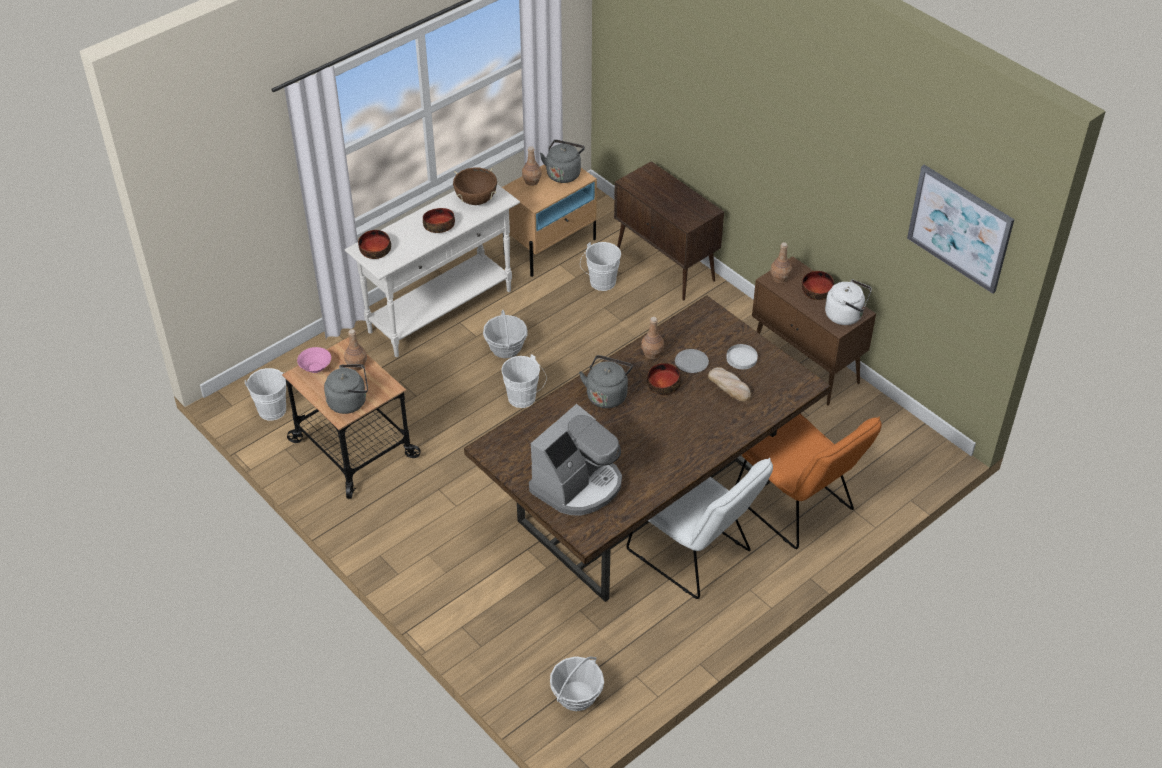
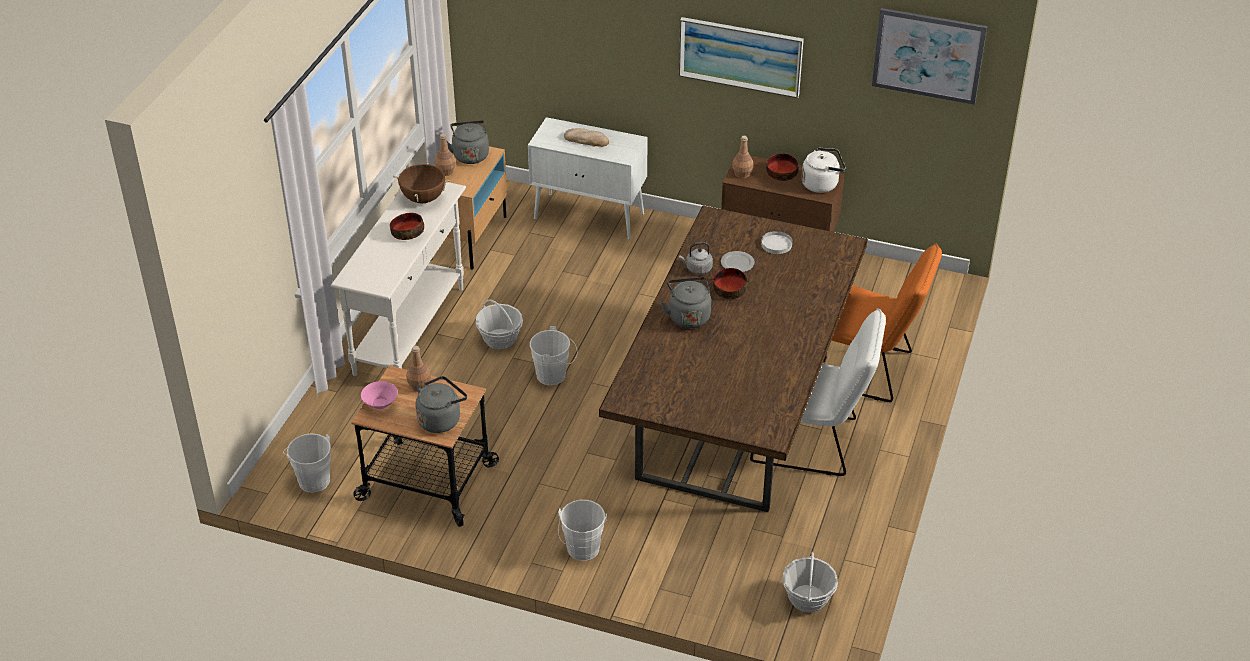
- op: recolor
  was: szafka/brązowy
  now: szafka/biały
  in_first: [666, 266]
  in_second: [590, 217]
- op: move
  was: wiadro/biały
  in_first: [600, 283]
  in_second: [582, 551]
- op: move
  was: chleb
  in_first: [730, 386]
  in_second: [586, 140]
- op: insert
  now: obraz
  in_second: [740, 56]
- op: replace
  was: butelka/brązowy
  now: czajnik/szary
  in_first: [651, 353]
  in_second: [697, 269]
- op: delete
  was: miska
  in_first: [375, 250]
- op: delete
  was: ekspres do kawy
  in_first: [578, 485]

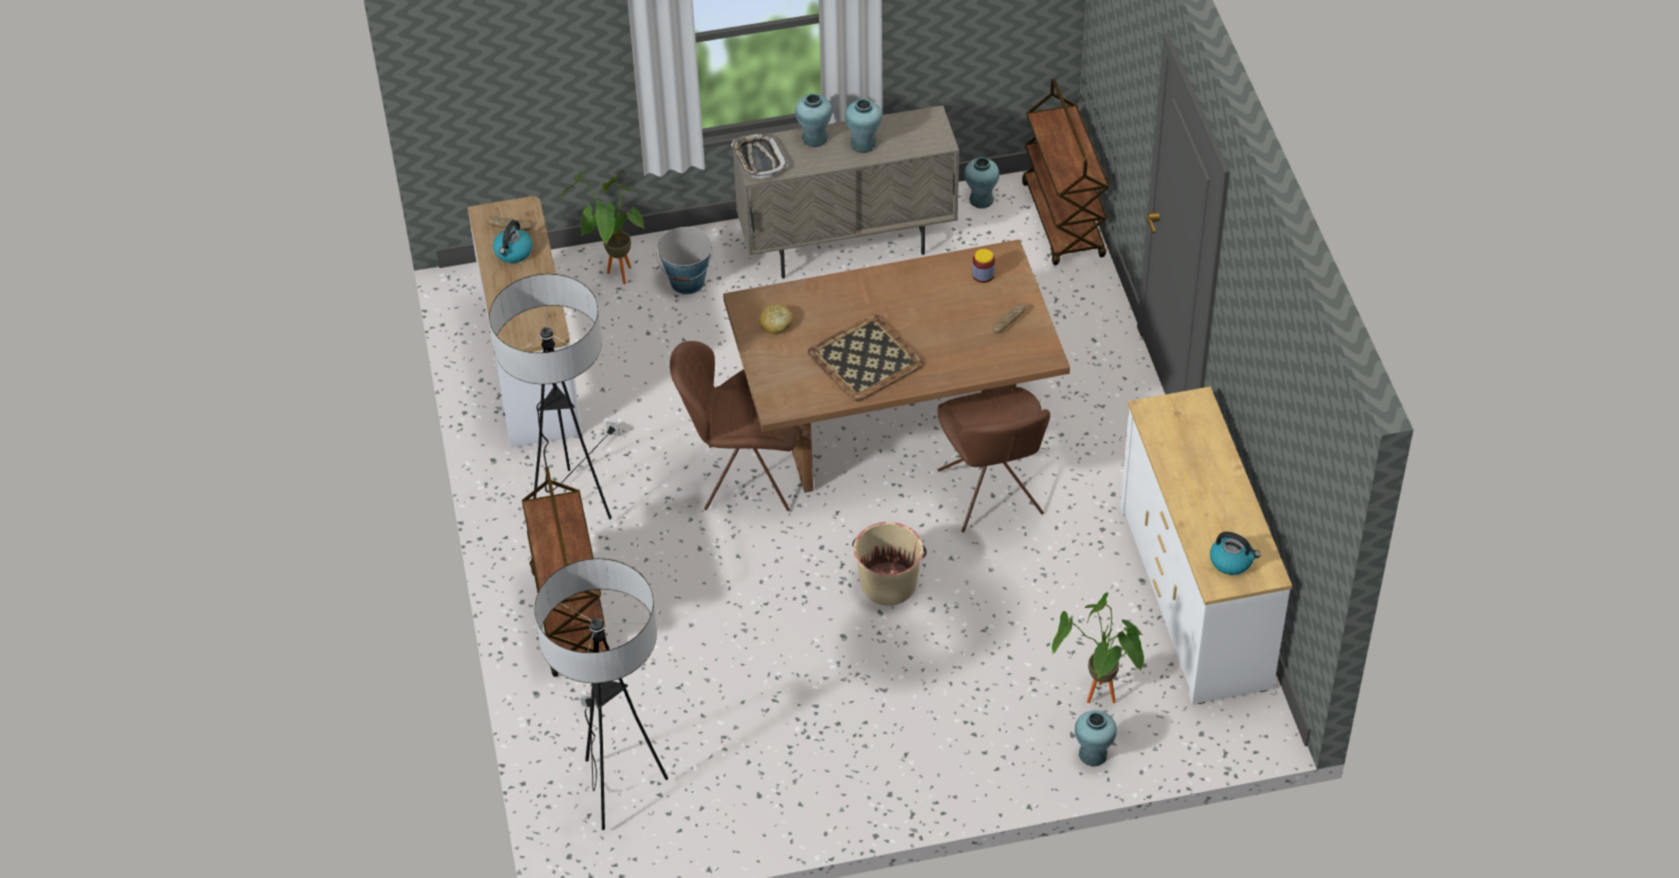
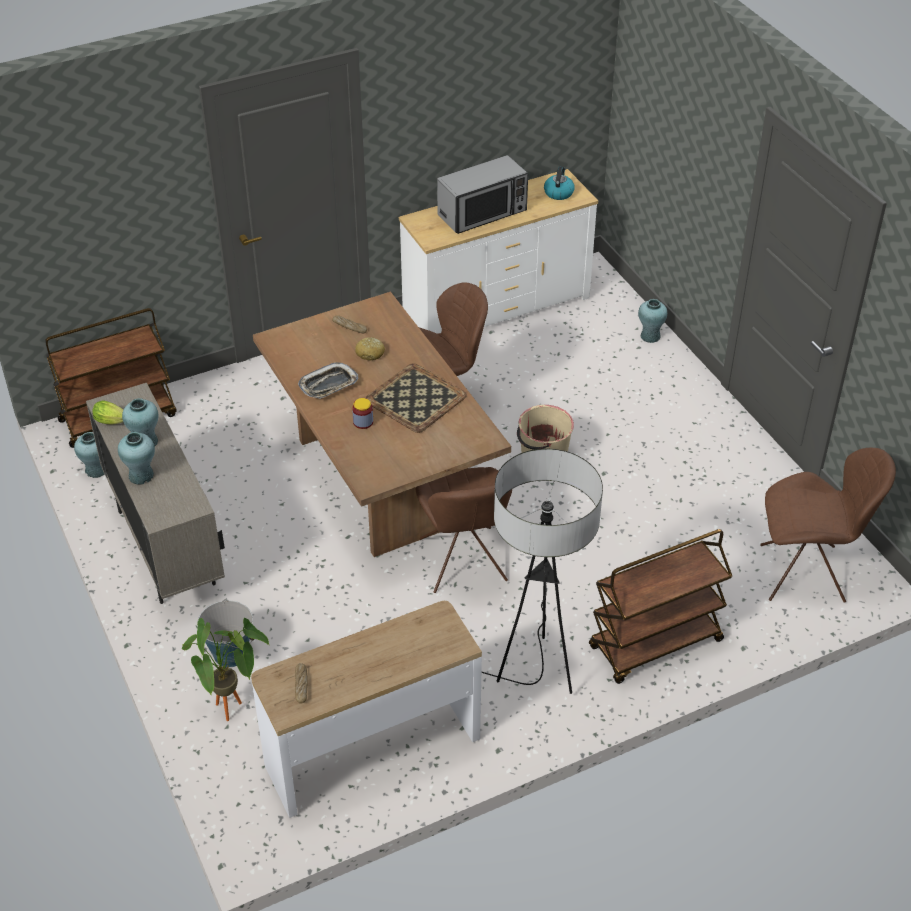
- op: insert
  now: sałata
  in_second: [113, 421]
- op: move
  was: taca
  in_first: [759, 159]
  in_second: [328, 385]
- op: move
  was: słoik
  in_first: [983, 275]
  in_second: [363, 422]
- op: move
  was: chleb
  in_first: [775, 324]
  in_second: [370, 353]
- op: insert
  now: mikrofalówka
  in_second: [483, 213]
- op: replace
  was: lampa stojąca
  now: krzesło/brązowy
  in_first: [617, 789]
  in_second: [806, 573]
- op: delete
  was: czajnik
  in_first: [513, 252]
- op: delete
  was: roślina doniczkowa
  in_first: [1099, 702]

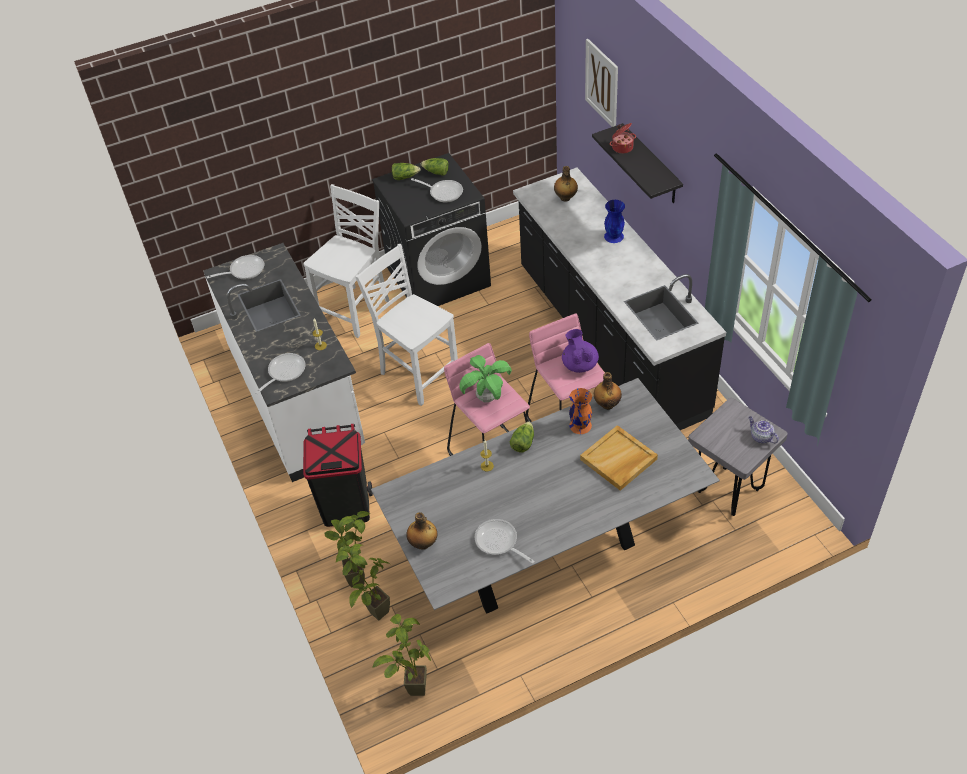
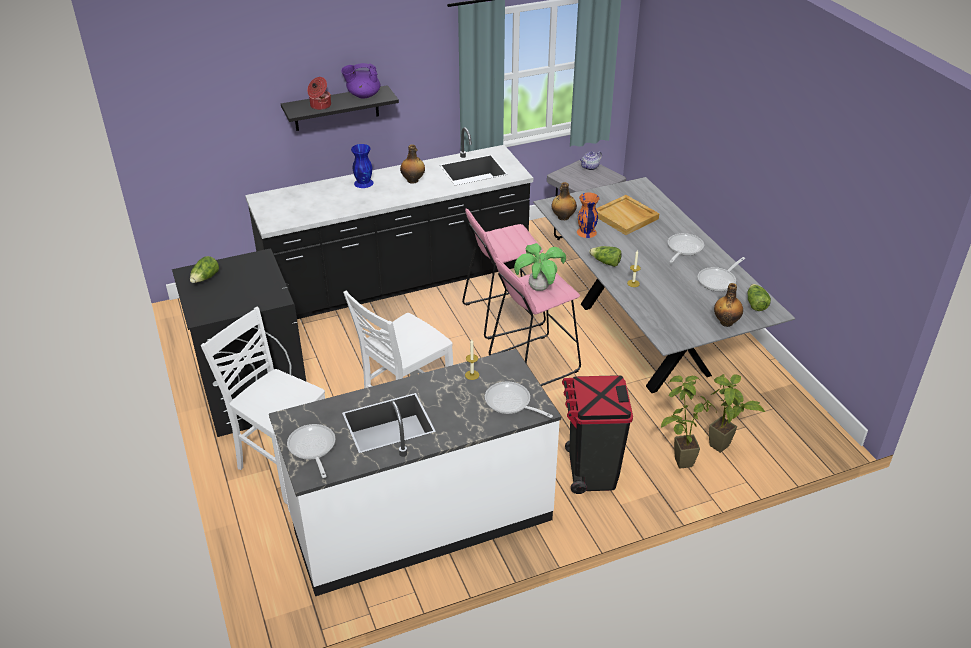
- op: move
  was: imbryk/fioletowy
  in_first: [579, 364]
  in_second: [363, 95]
- op: move
  was: butelka
  in_first: [565, 198]
  in_second: [413, 180]
- op: move
  was: patelnia
  in_first: [443, 192]
  in_second: [683, 249]
- op: move
  was: sałata
  in_first: [405, 177]
  in_second: [755, 304]
- op: delete
  was: roślina doniczkowa
  in_first: [410, 686]
- op: delete
  was: obraz
  in_first: [602, 83]

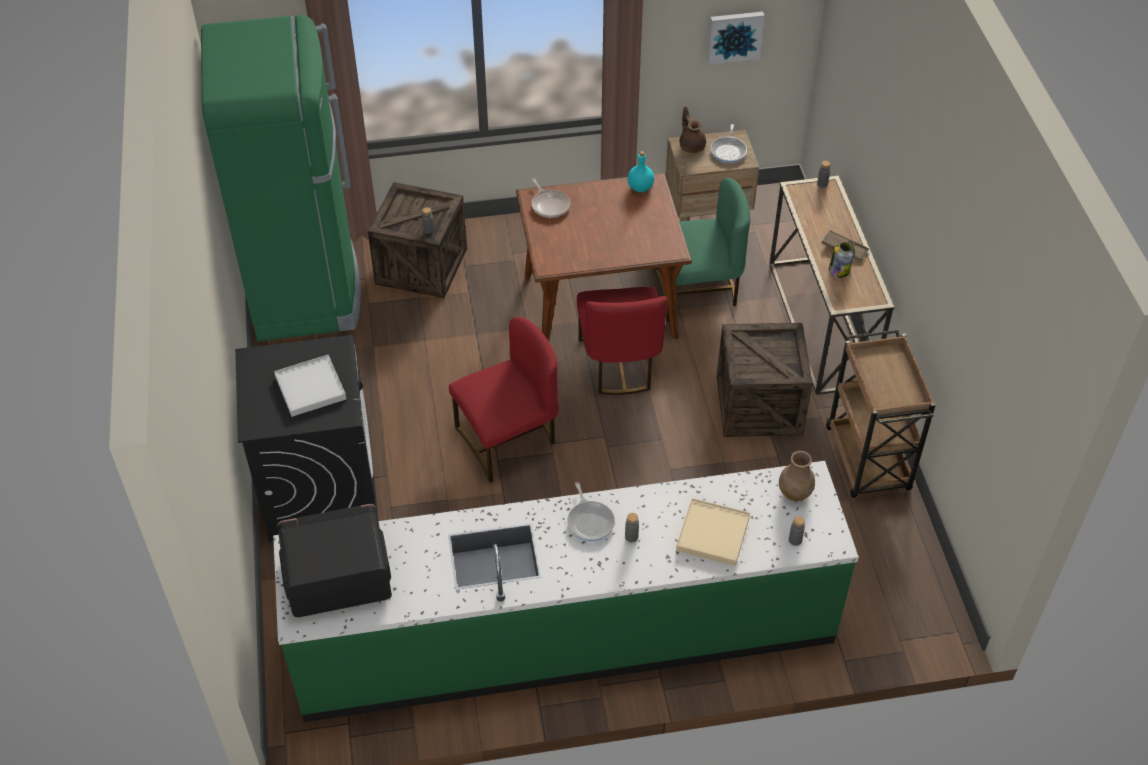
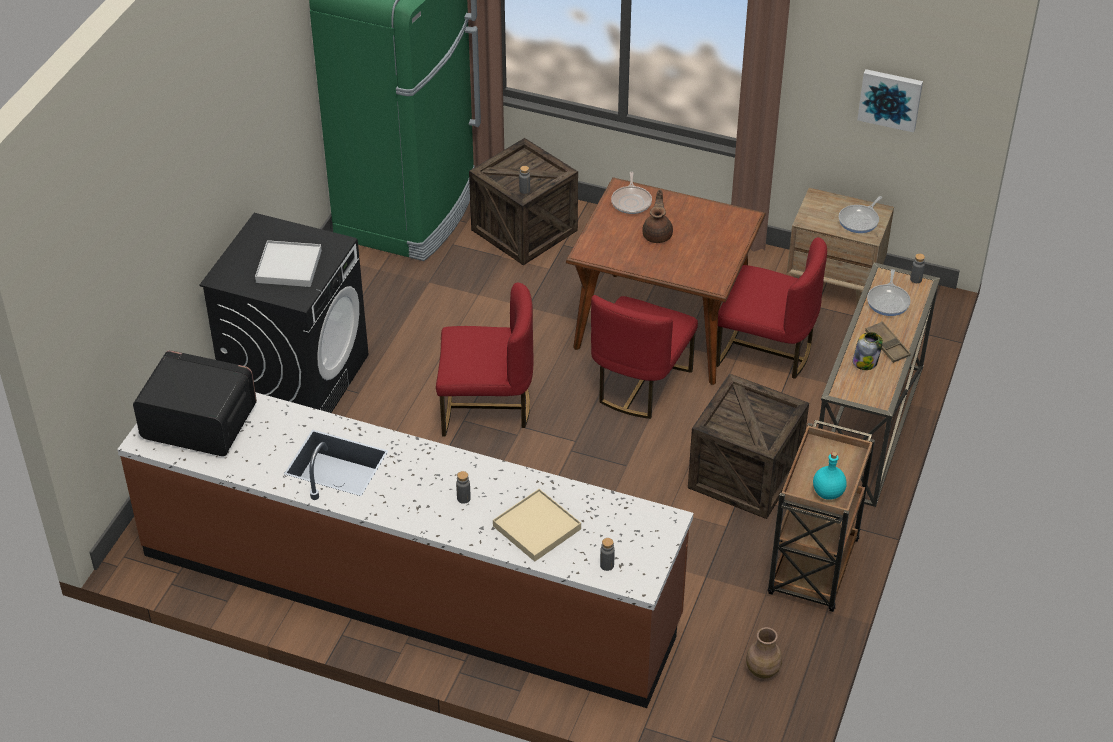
- op: recolor
  was: zabudowa kuchenna/zielony
  now: zabudowa kuchenna/brązowy
  in_first: [565, 633]
  in_second: [409, 587]
- op: move
  was: imbryk/brązowy
  in_first: [691, 145]
  in_second: [658, 234]
- op: recolor
  was: krzesło/zielony
  now: krzesło/czerwony
  in_first: [696, 292]
  in_second: [765, 351]
- op: move
  was: wazon/brązowy
  in_first: [795, 492]
  in_second: [763, 670]
- op: move
  was: butelka/turkusowy
  in_first: [640, 187]
  in_second: [828, 493]
- op: move
  was: patelnia
  in_first: [590, 521]
  in_second: [888, 301]

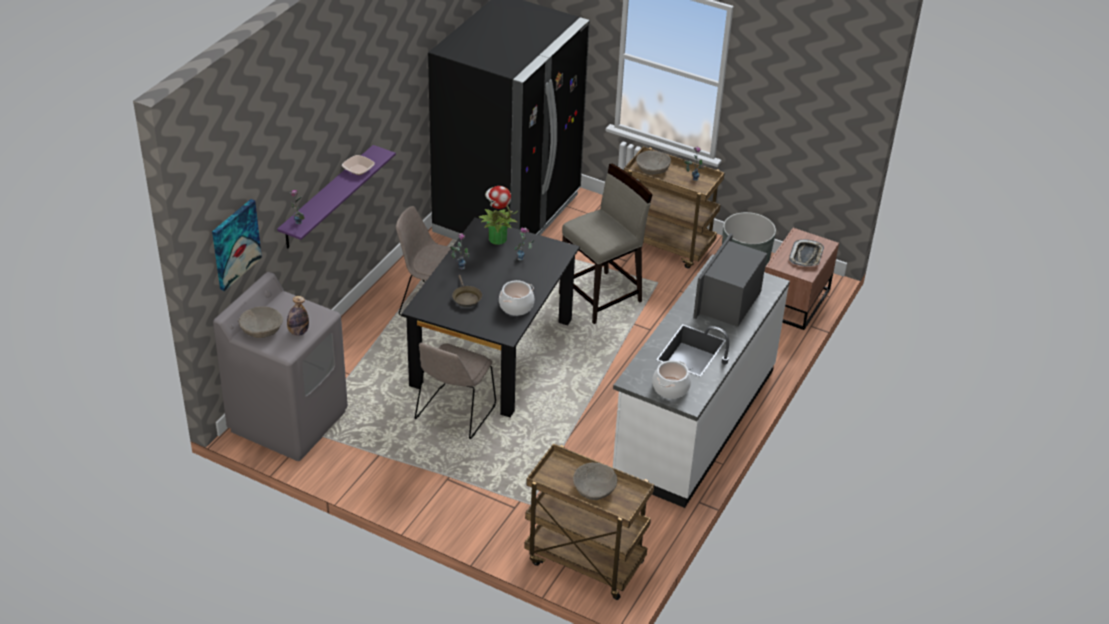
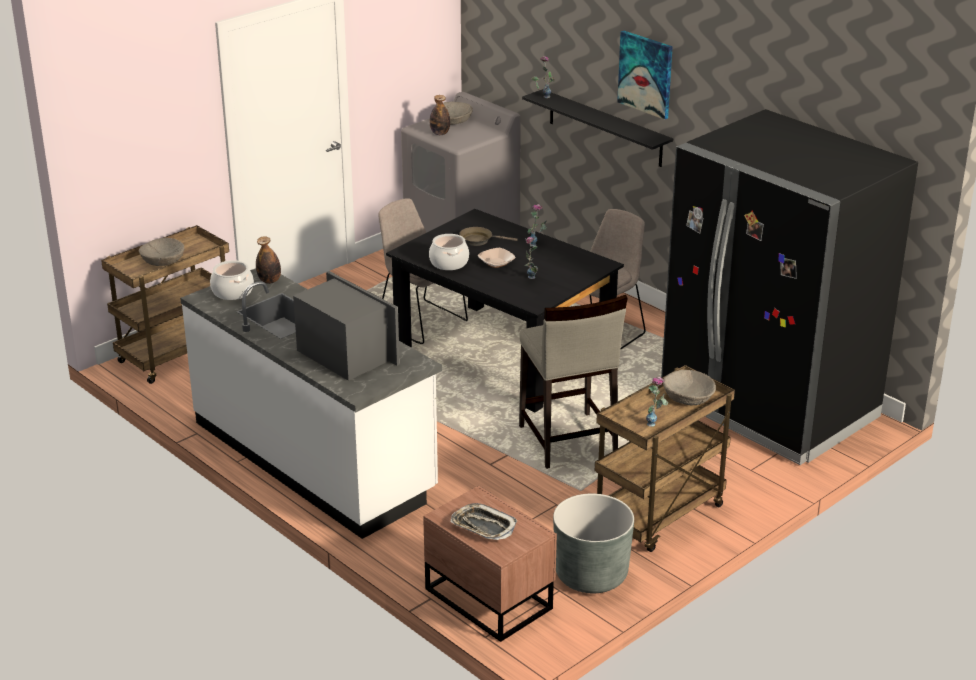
- op: insert
  now: butelka
  in_second: [269, 281]
- op: move
  was: miska
  in_first: [358, 169]
  in_second: [496, 263]
- op: recolor
  was: półka/fioletowy
  now: półka/czarny
  in_first: [327, 198]
  in_second: [605, 128]
- op: move
  was: obraz
  in_first: [235, 244]
  in_second: [646, 74]
- op: delete
  was: roślina doniczkowa
  in_first: [497, 238]

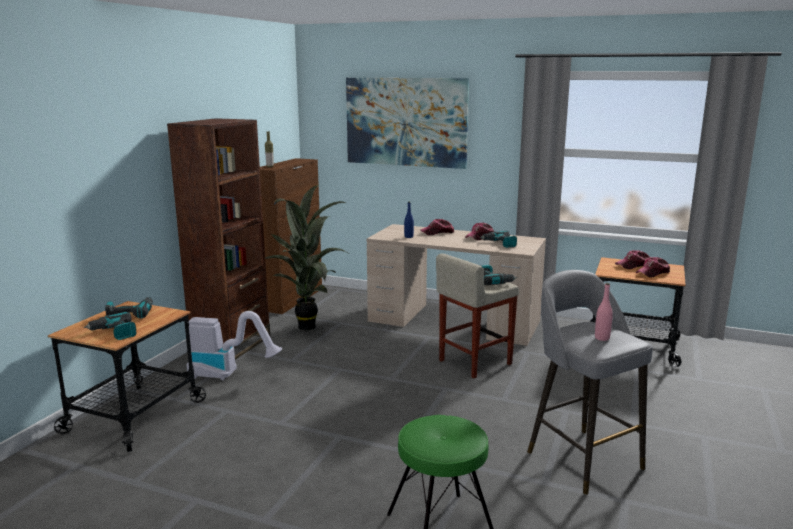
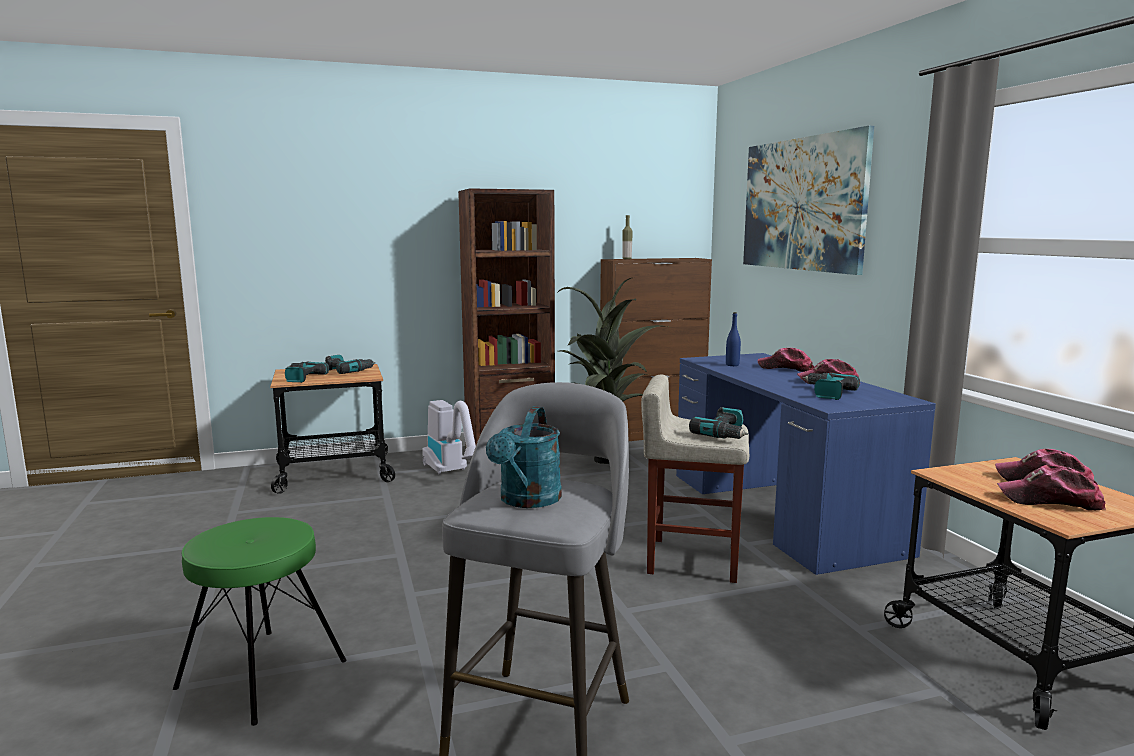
- op: replace
  was: butelka/różowy
  now: konewka/turkusowy
  in_first: [602, 338]
  in_second: [527, 501]
- op: recolor
  was: biurko/beżowy
  now: biurko/niebieski
  in_first: [454, 321]
  in_second: [780, 511]

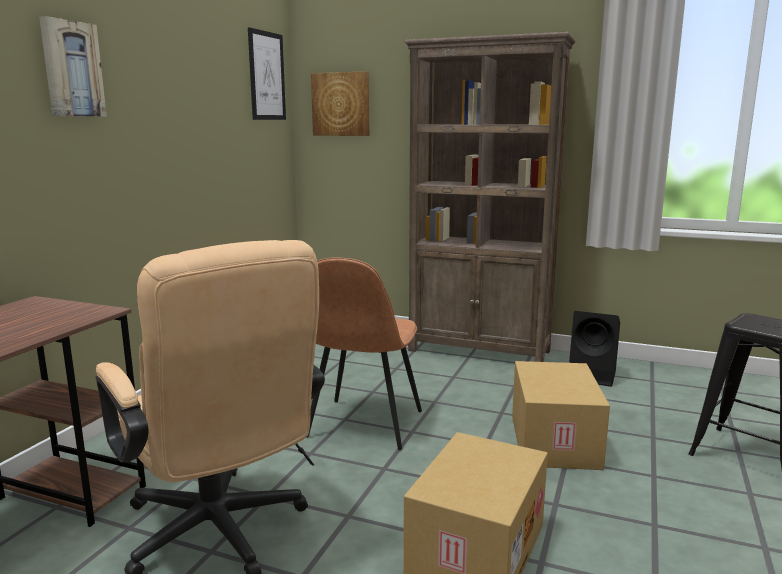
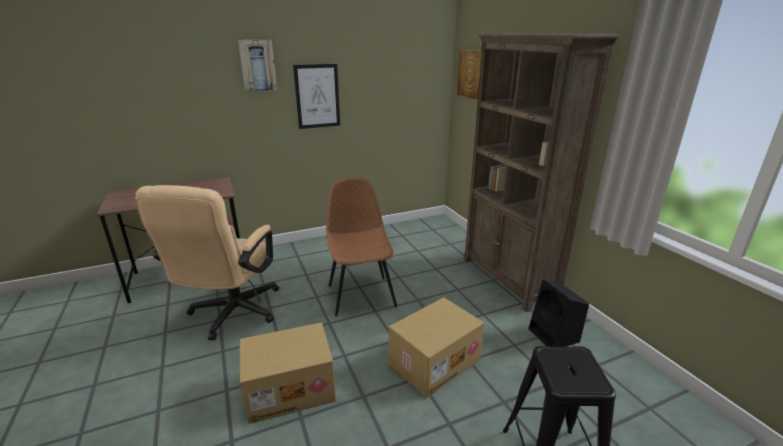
- op: move
  was: obraz
  in_first: [267, 76]
  in_second: [317, 96]
- op: rotate
  was: krzesło/brązowy
  in_first: [364, 425]
  in_second: [361, 295]
  clockwise: 105

